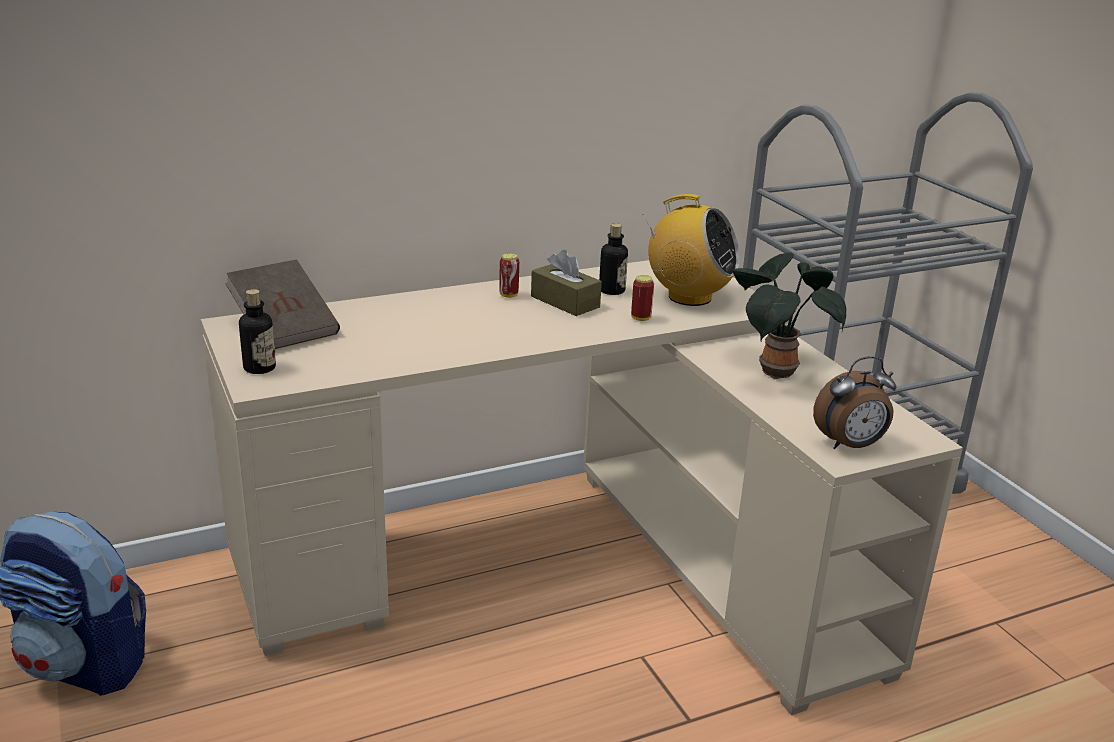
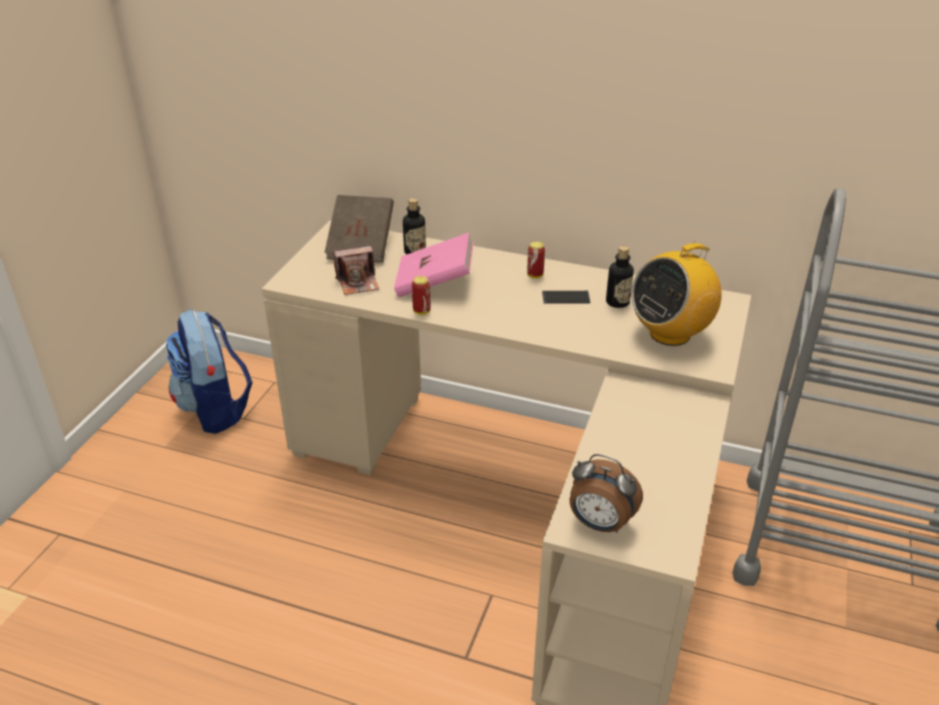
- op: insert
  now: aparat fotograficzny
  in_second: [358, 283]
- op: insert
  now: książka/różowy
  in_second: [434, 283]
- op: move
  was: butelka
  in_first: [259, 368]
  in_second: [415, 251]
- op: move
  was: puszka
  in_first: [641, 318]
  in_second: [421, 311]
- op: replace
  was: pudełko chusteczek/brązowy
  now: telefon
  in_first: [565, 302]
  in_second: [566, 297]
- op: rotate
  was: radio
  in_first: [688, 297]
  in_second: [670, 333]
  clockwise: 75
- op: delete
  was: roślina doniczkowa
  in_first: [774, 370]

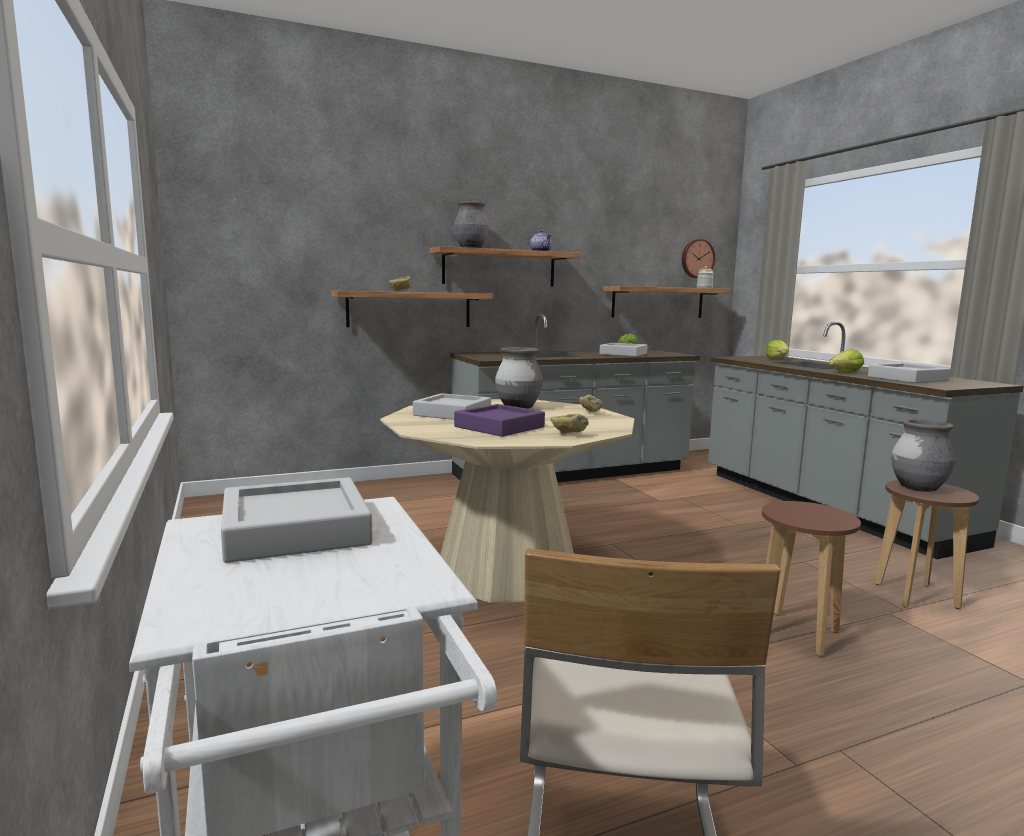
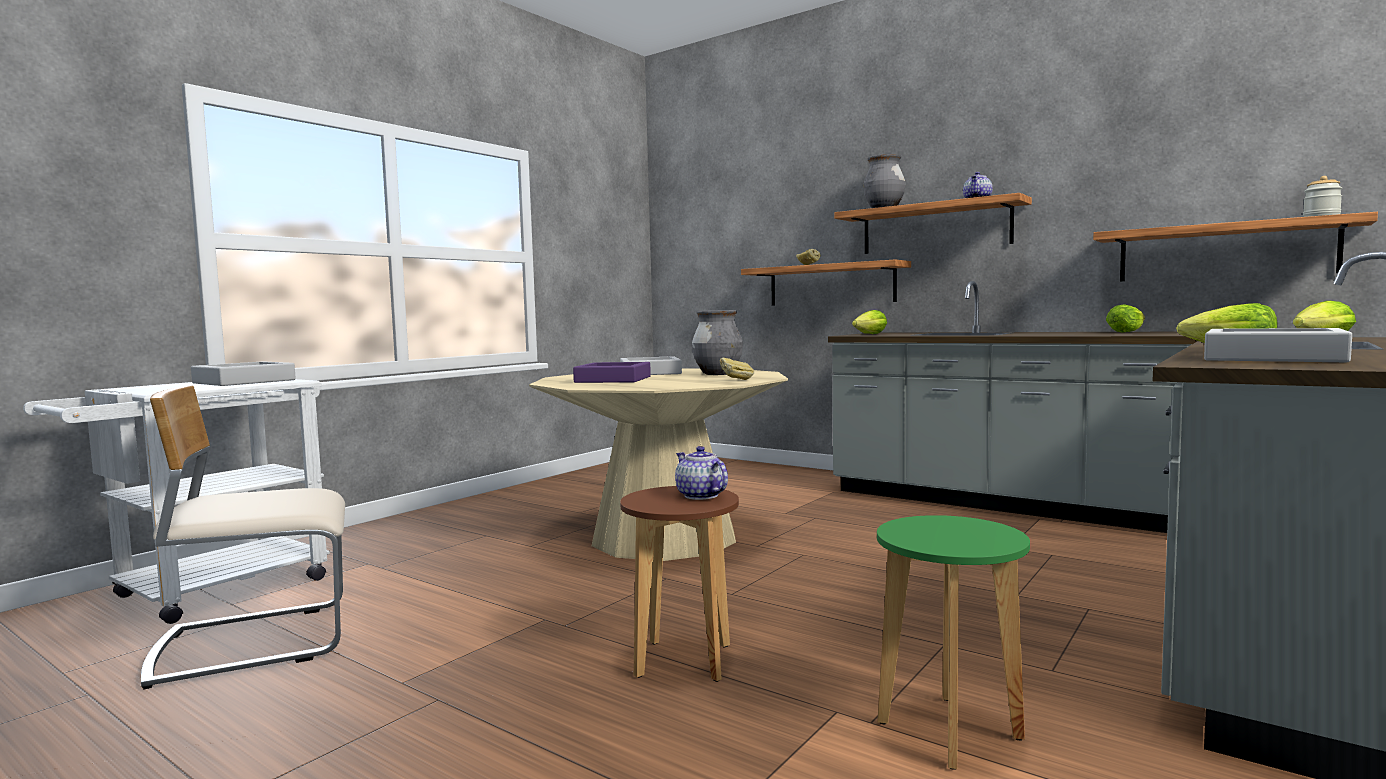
- op: insert
  now: imbryk
  in_second: [701, 496]
- op: insert
  now: sałata
  in_second: [870, 334]
- op: recolor
  was: stołek/brązowy
  now: stołek/zielony
  in_first: [916, 595]
  in_second: [950, 731]
- op: delete
  was: chleb
  in_first: [568, 435]
- op: delete
  was: taca/szary
  in_first: [623, 354]
- op: delete
  was: zegar ścienny
  in_first: [697, 258]
- op: delete
  was: wazon/szary
  in_first: [918, 488]

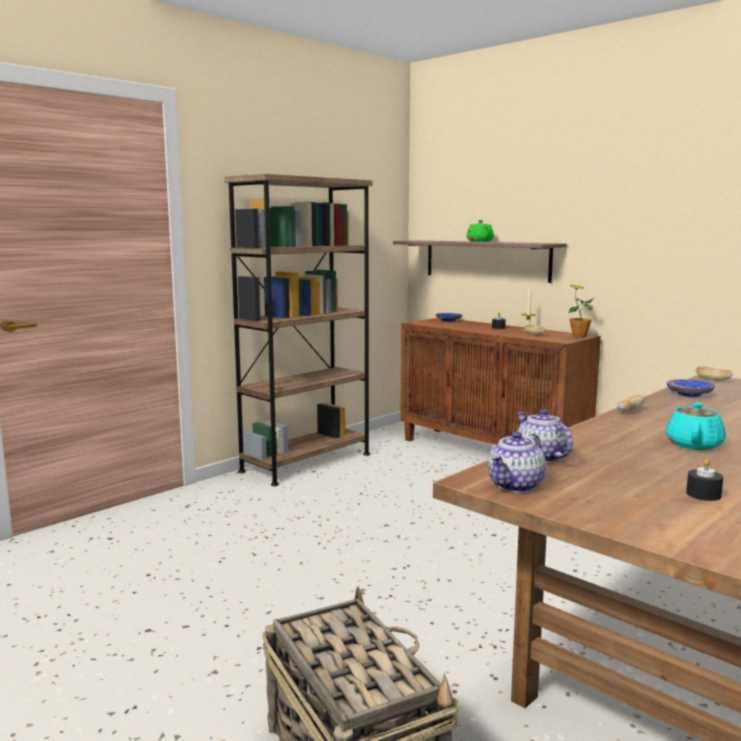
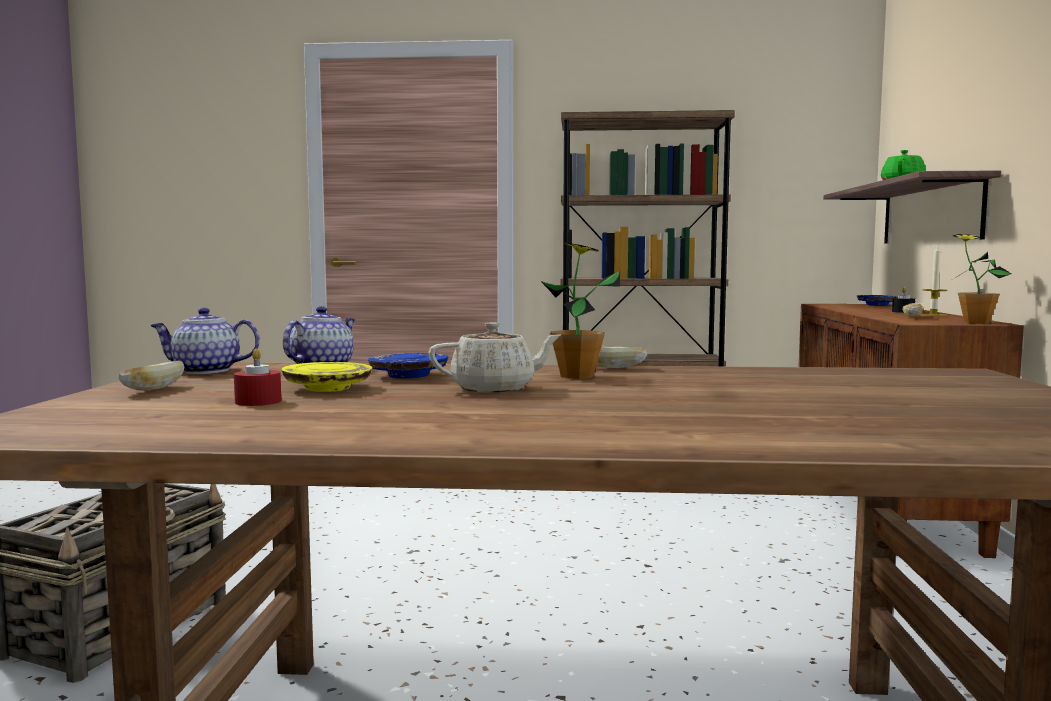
- op: move
  was: chleb
  in_first: [712, 380]
  in_second: [153, 389]
- op: recolor
  was: świeca/czarny
  now: świeca/czerwony
  in_first: [703, 494]
  in_second: [258, 401]
- op: insert
  now: talerz/żółty
  in_second: [328, 388]
- op: move
  was: talerz/niebieski
  in_first: [689, 394]
  in_second: [408, 376]
- op: recolor
  was: imbryk/turkusowy
  now: imbryk/beżowy
  in_first: [694, 444]
  in_second: [494, 388]
- op: insert
  now: roślina doniczkowa
  in_second: [576, 376]

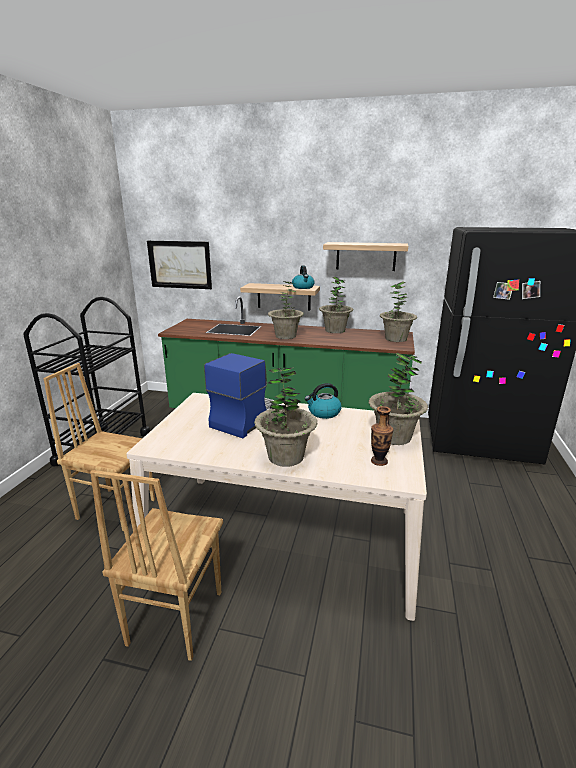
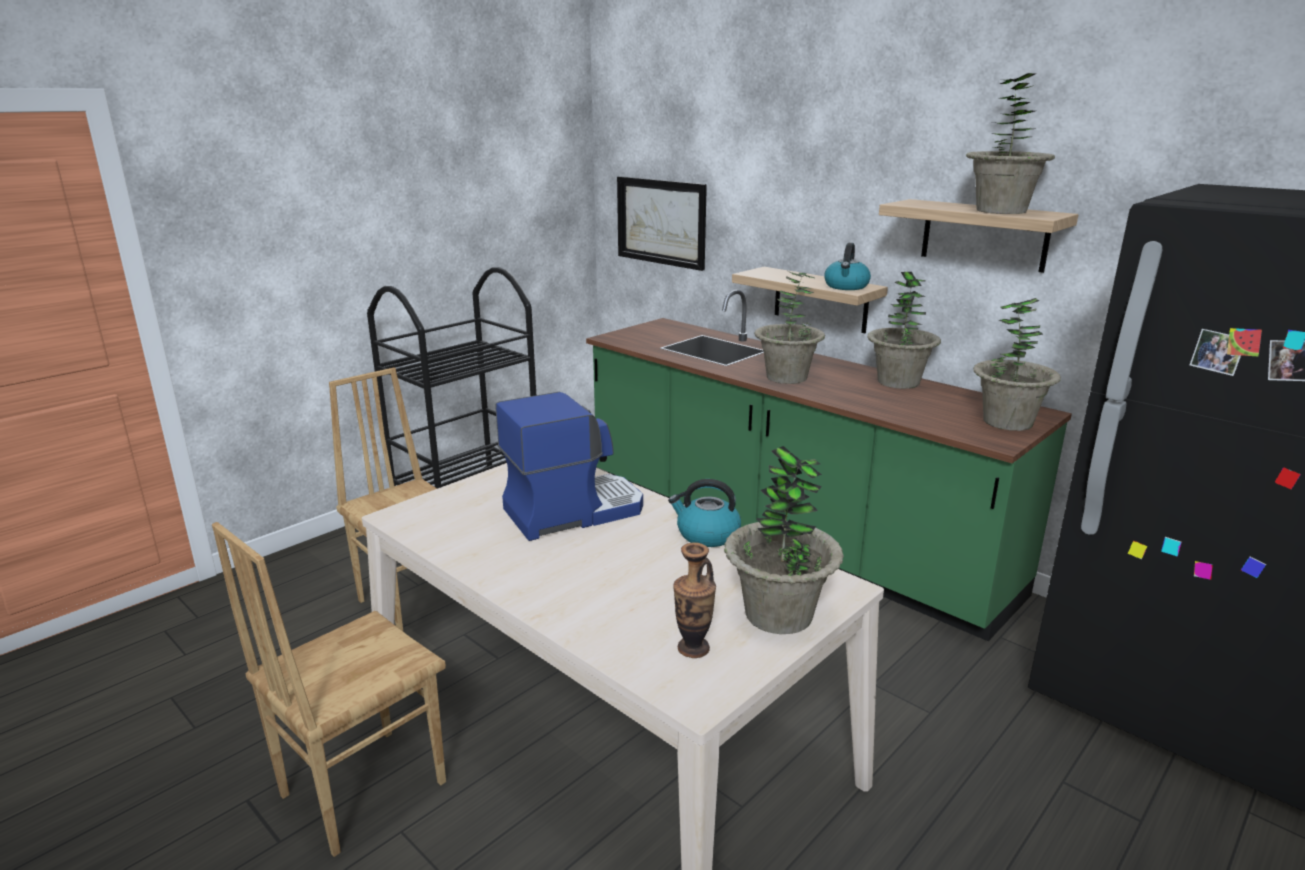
- op: move
  was: roślina doniczkowa
  in_first: [286, 456]
  in_second: [1001, 211]

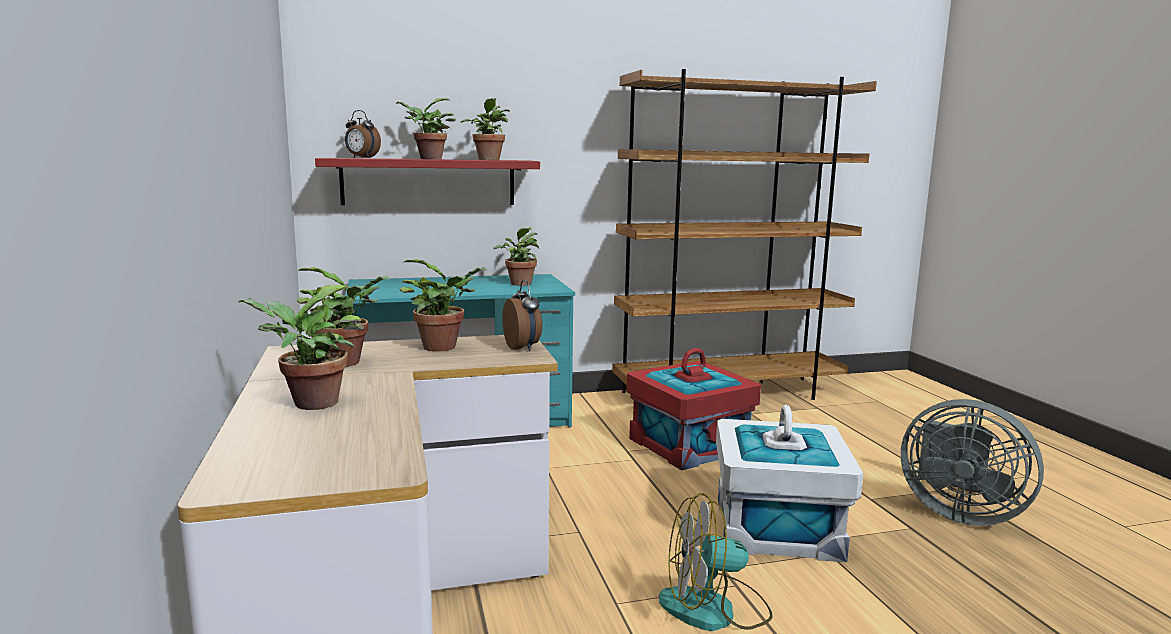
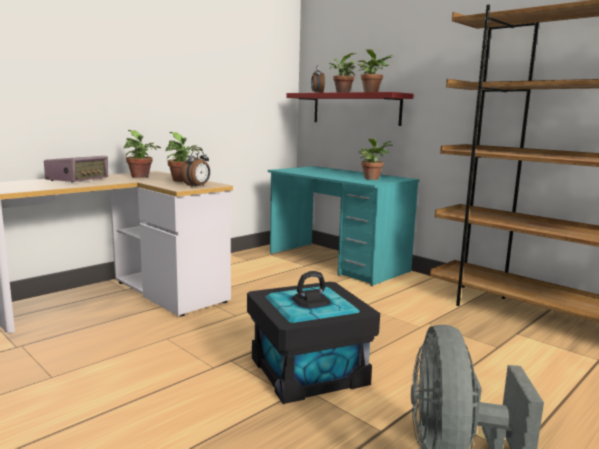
- op: replace
  was: roślina doniczkowa
  now: radio
  in_first: [310, 404]
  in_second: [78, 180]
- op: recolor
  was: pojemnik do przechowywania/biały
  now: pojemnik do przechowywania/czarny
  in_first: [778, 528]
  in_second: [308, 371]
- op: delete
  was: pojemnik do przechowywania/czerwony
  in_first: [689, 445]
- op: delete
  was: wentylator
  in_first: [714, 609]

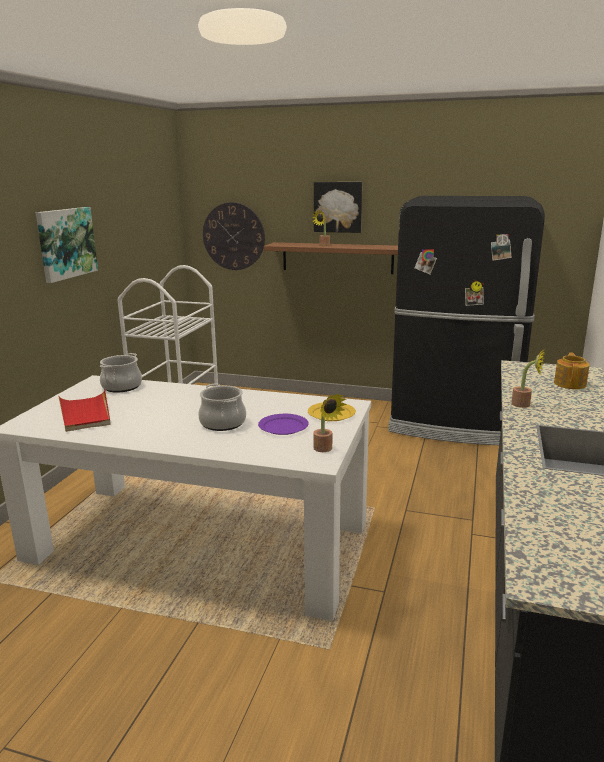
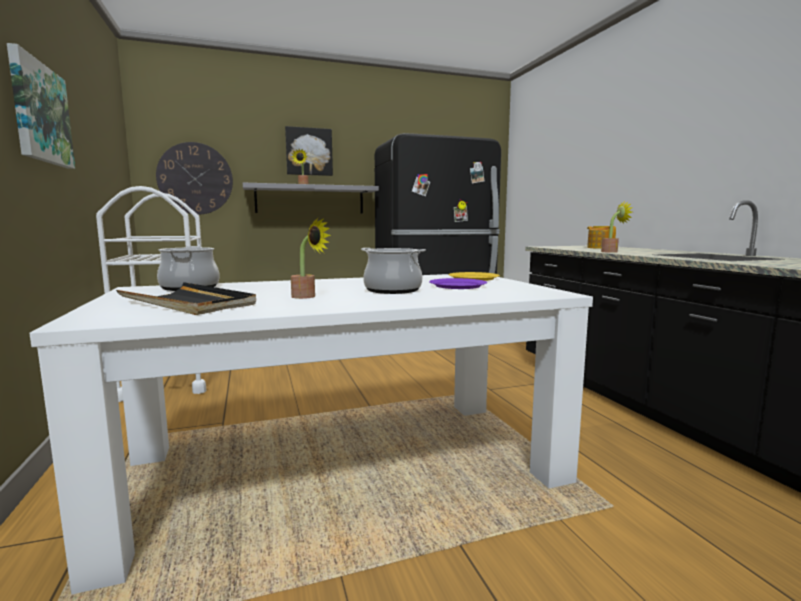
- op: recolor
  was: taca/czerwony
  now: taca/czarny
  in_first: [85, 413]
  in_second: [188, 303]
- op: recolor
  was: półka/brązowy
  now: półka/szary
  in_first: [337, 258]
  in_second: [310, 200]
- op: move
  was: roślina doniczkowa
  in_first: [325, 449]
  in_second: [307, 297]

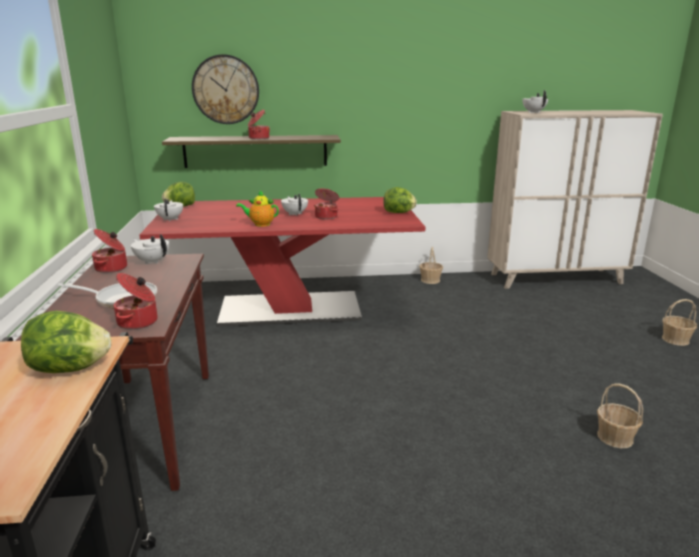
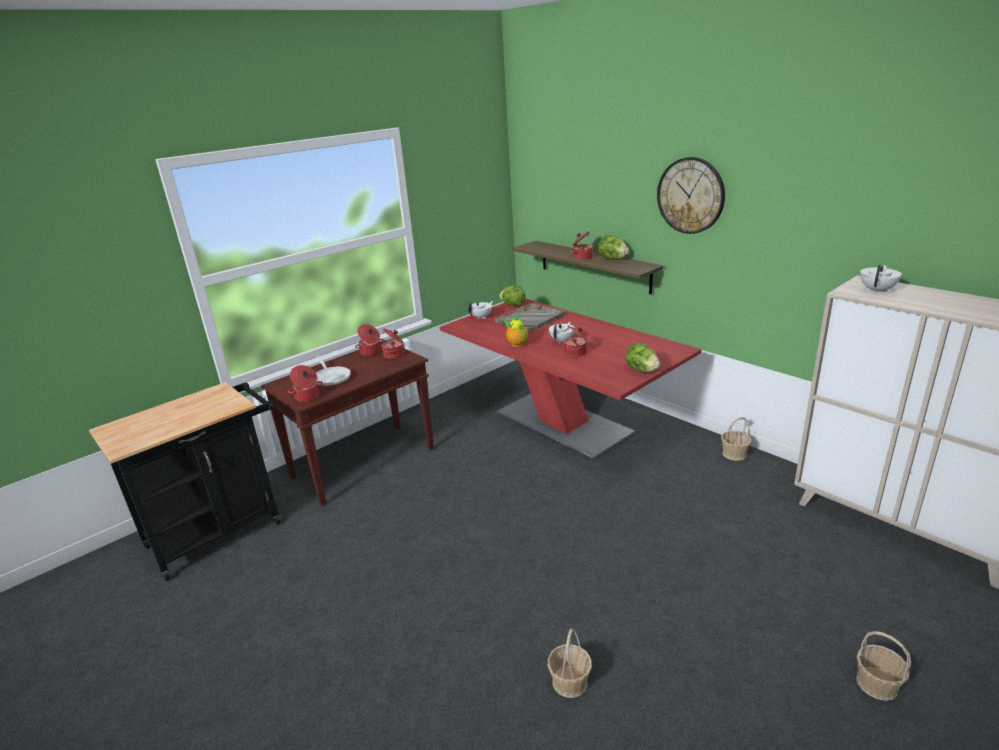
- op: replace
  was: imbryk/biały
  now: garnek
  in_first: [152, 261]
  in_second: [394, 354]
- op: insert
  now: taca/szary
  in_second: [530, 319]
- op: move
  was: sałata
  in_first: [70, 369]
  in_second: [612, 259]
- op: move
  was: zegar ścienny
  in_first: [226, 89]
  in_second: [690, 195]

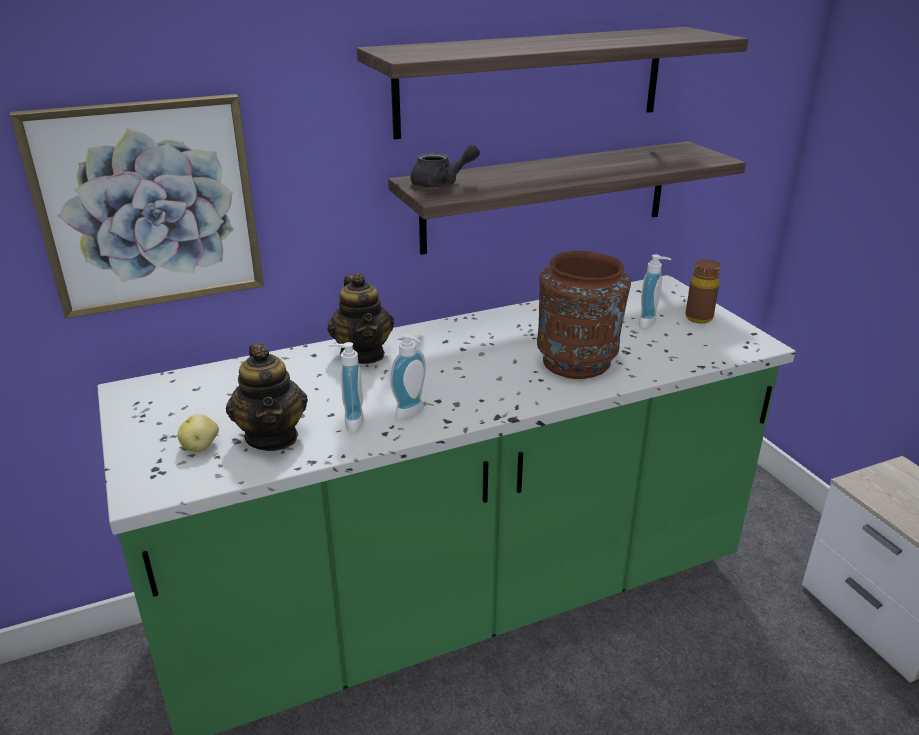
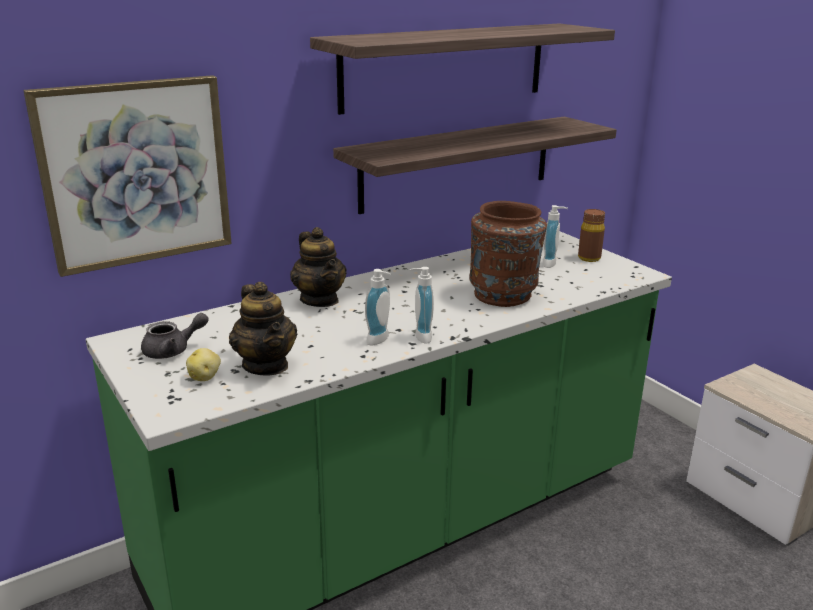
- op: move
  was: imbryk/szary
  in_first: [441, 184]
  in_second: [173, 350]
- op: move
  was: dozownik mydła
  in_first: [350, 422]
  in_second: [419, 337]

